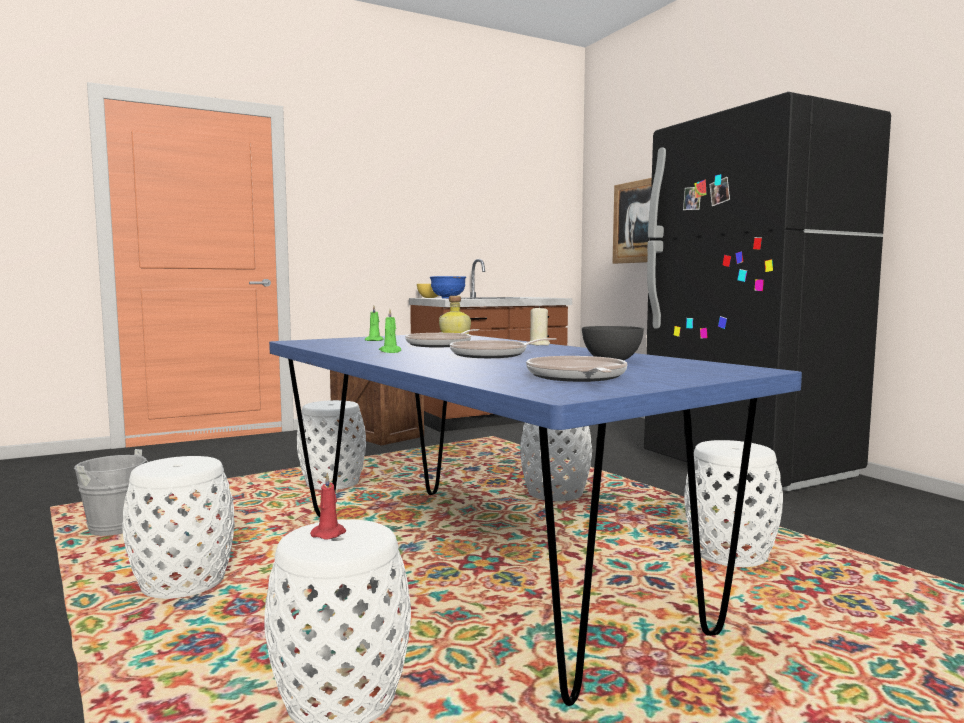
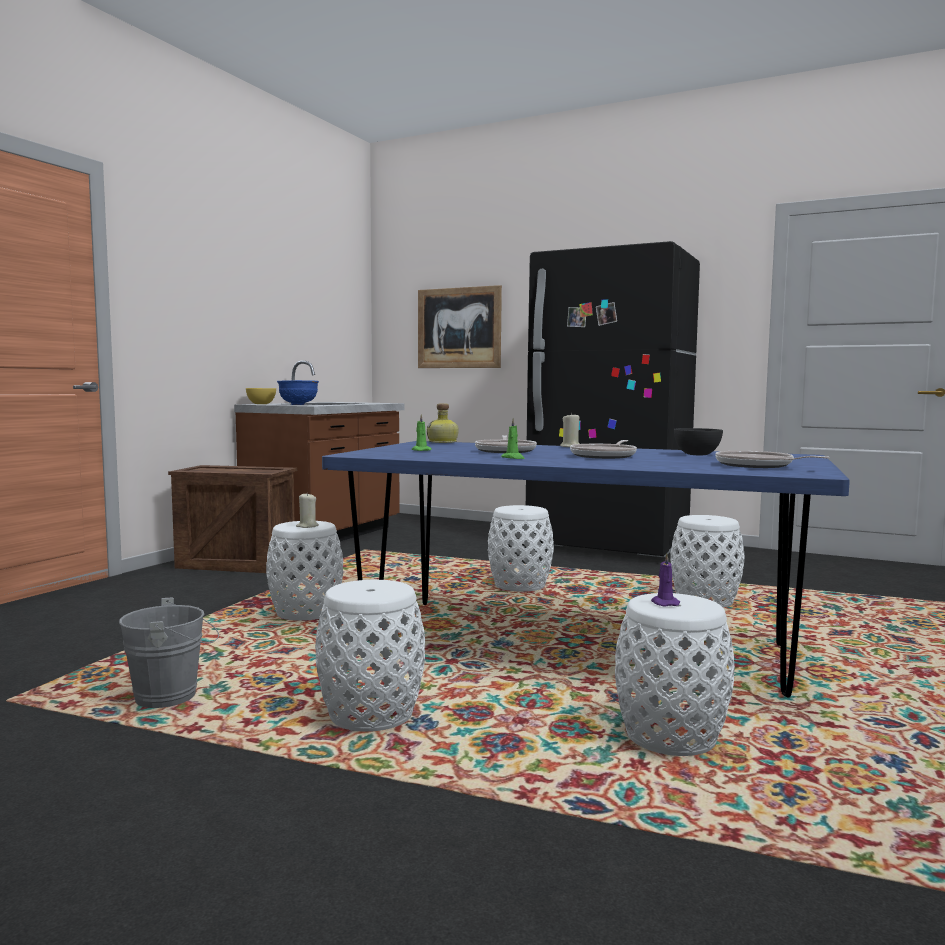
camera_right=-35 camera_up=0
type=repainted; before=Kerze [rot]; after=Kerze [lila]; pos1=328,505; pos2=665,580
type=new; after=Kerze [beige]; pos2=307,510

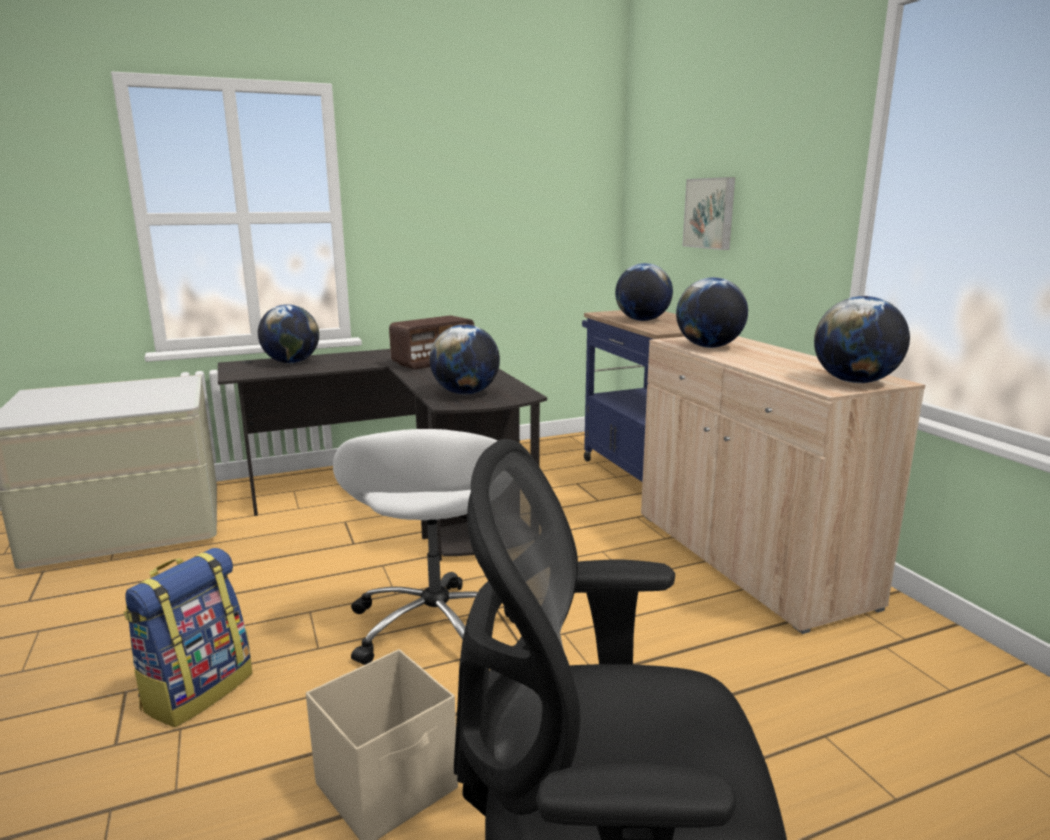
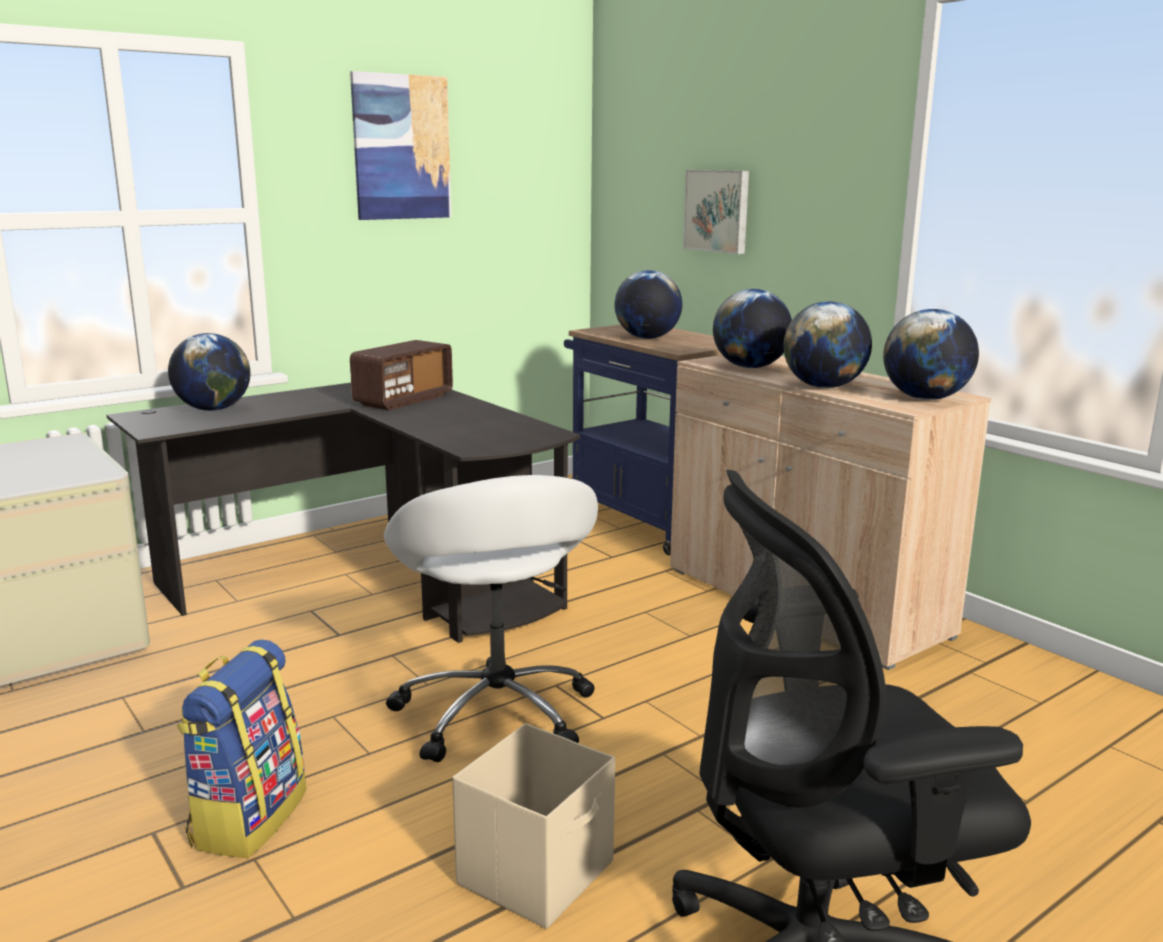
camera_right=-15 camera_up=0
type=shifted; before=Globus; pos1=465,359; pos2=827,344
type=new; after=Bild; pos2=400,145

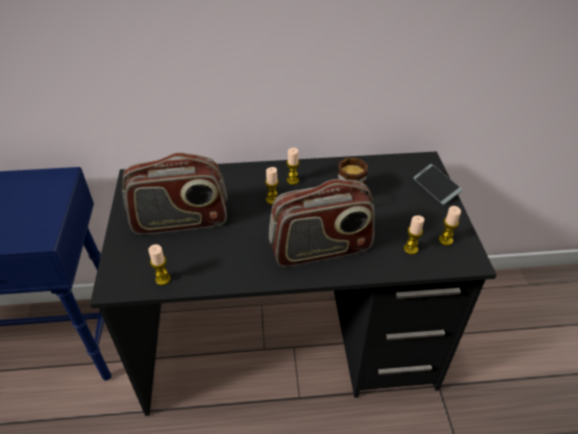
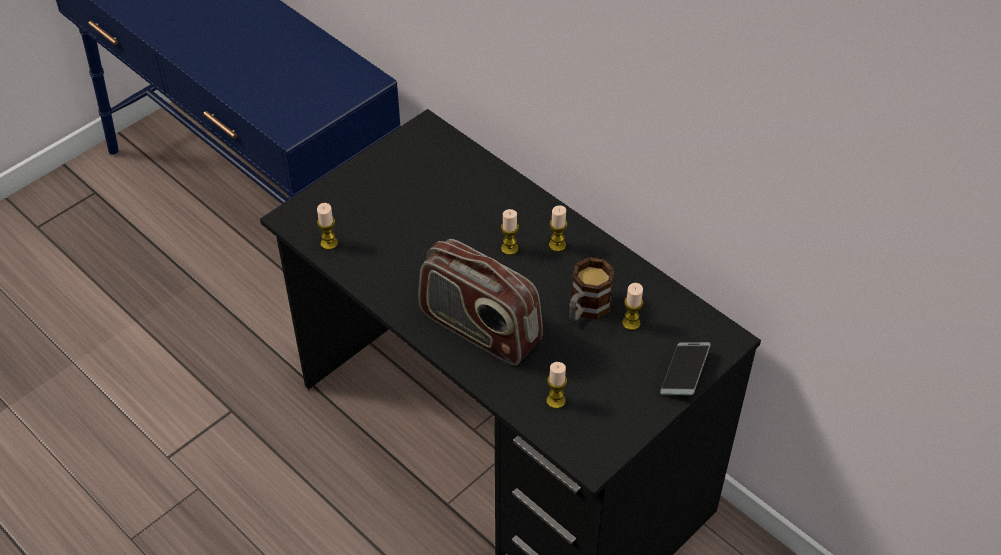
camera_right=50 camera_up=5
type=gone; before=Radio; pos1=175,194
type=shifted; before=Kerze; pos1=450,226; pos2=632,306

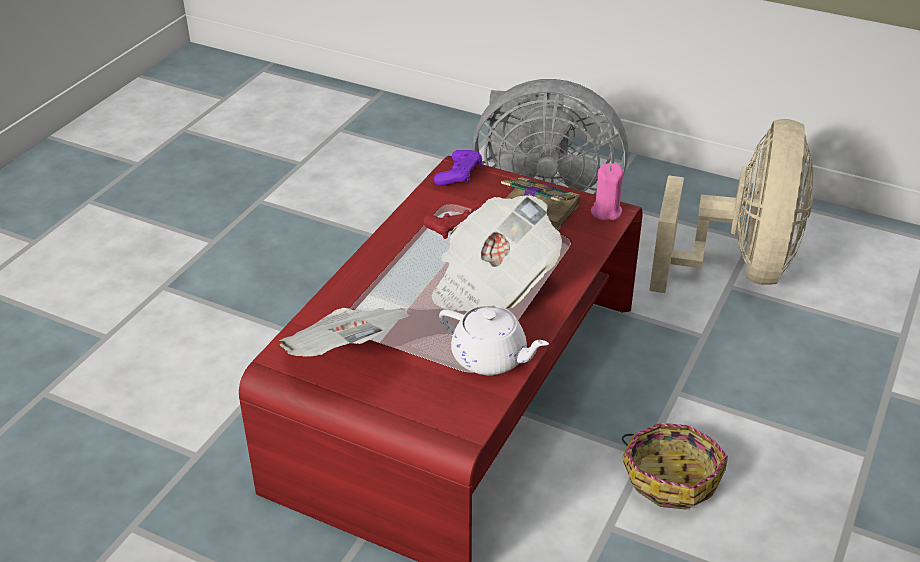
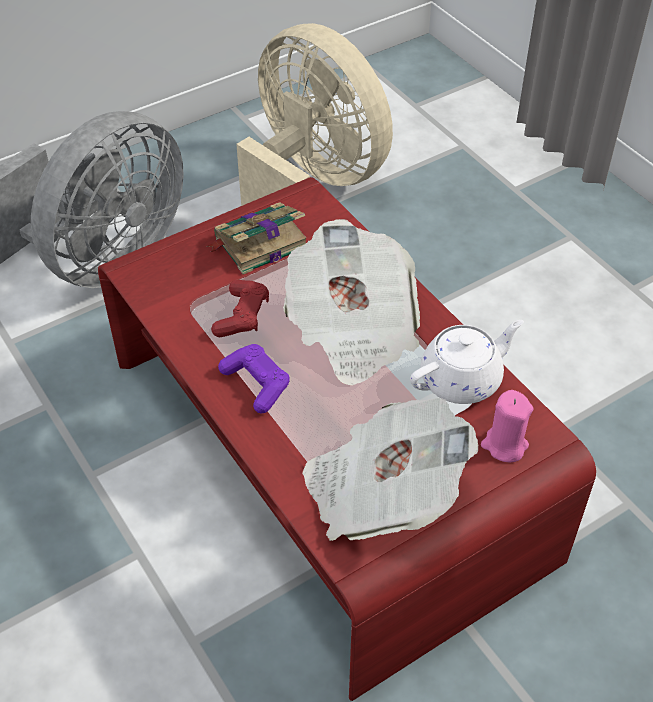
camera_right=-60 camera_up=10
type=shifted; before=Gamepad [lila]; pos1=458,168; pos2=254,378
type=shifted; before=Kerze [rosa]; pos1=607,191; pos2=507,426
type=gone; before=Korb; pos1=675,466

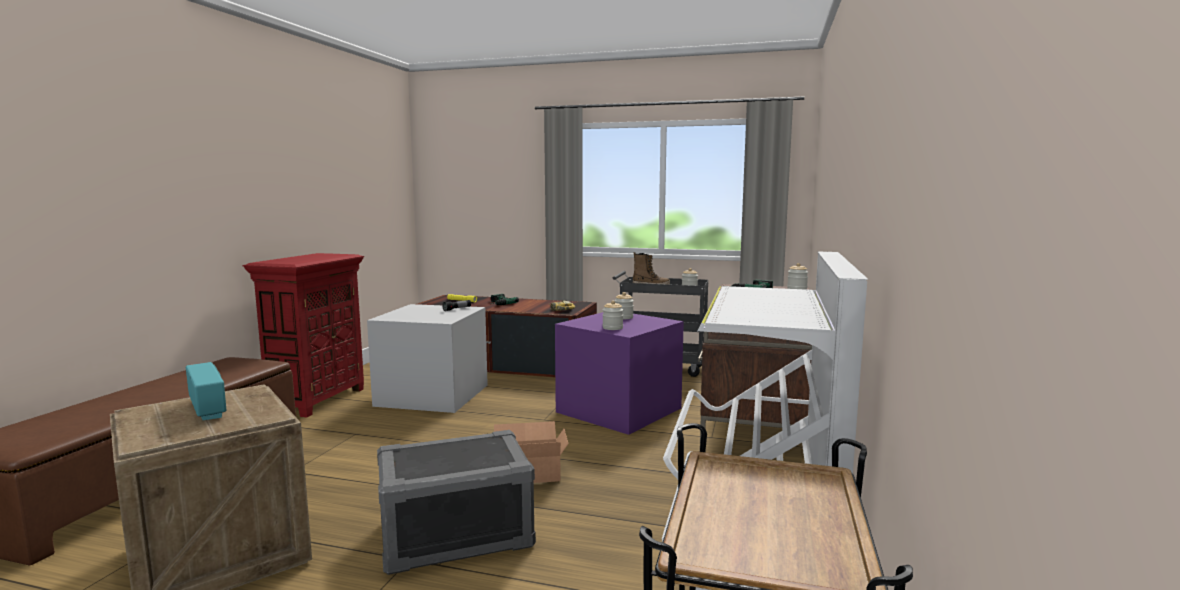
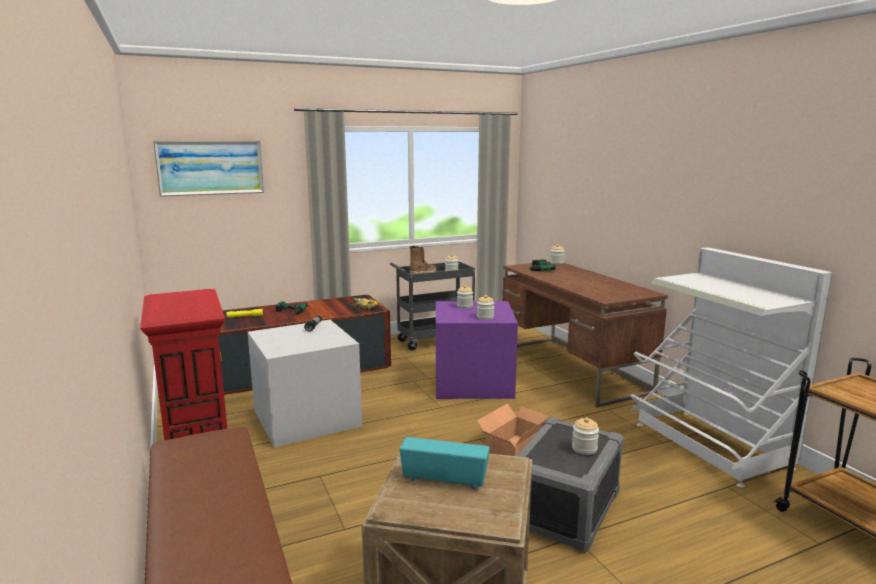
camera_right=-40 camera_up=5
type=new; after=Bild; pos2=208,169
type=new; after=Vorratsglas; pos2=585,436

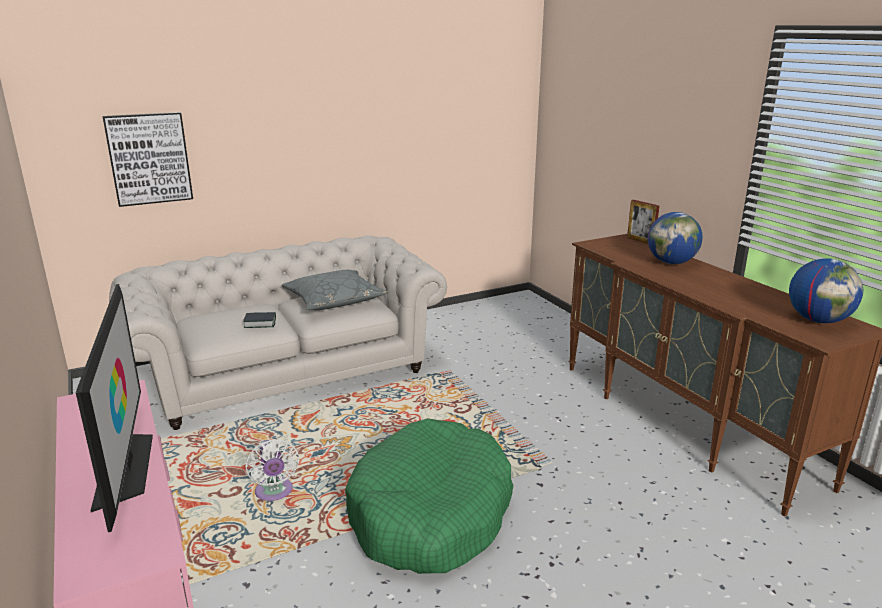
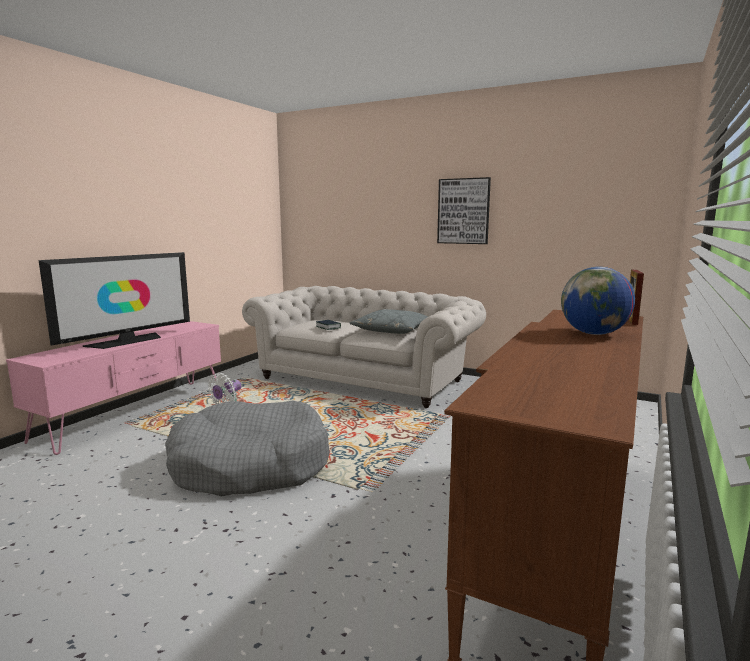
camera_right=55 camera_up=-10
type=shifted; before=Bild; pos1=147,159; pos2=464,210
type=gone; before=Globus; pos1=826,290
type=repainted; before=Hundebett [grün]; after=Hundebett [grau]; pos1=429,496; pos2=247,448

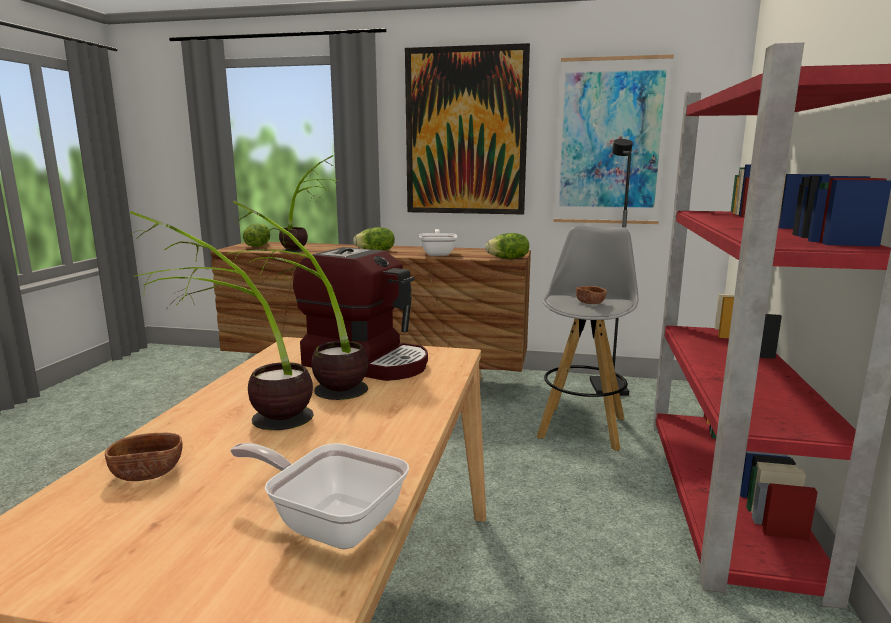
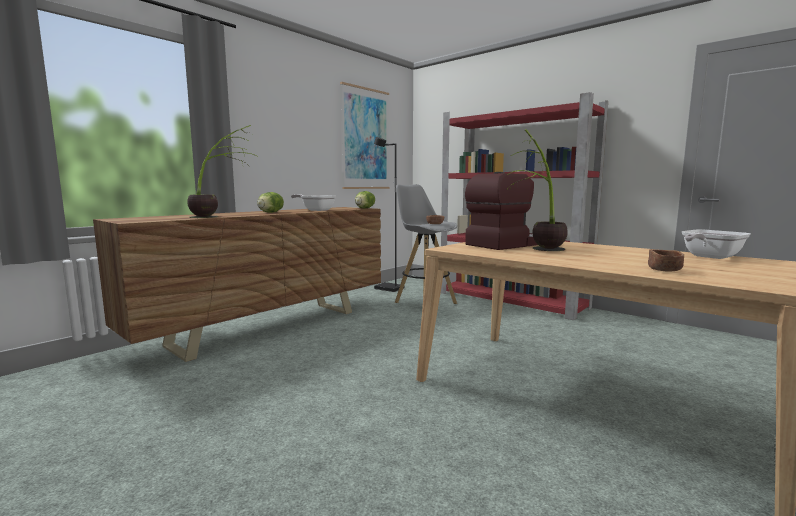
camera_right=-60 camera_up=-5
type=gone; before=Bild; pos1=467,129
type=gone; before=Topfpflanze; pos1=222,320
type=gone; before=Salatkopf; pos1=256,235

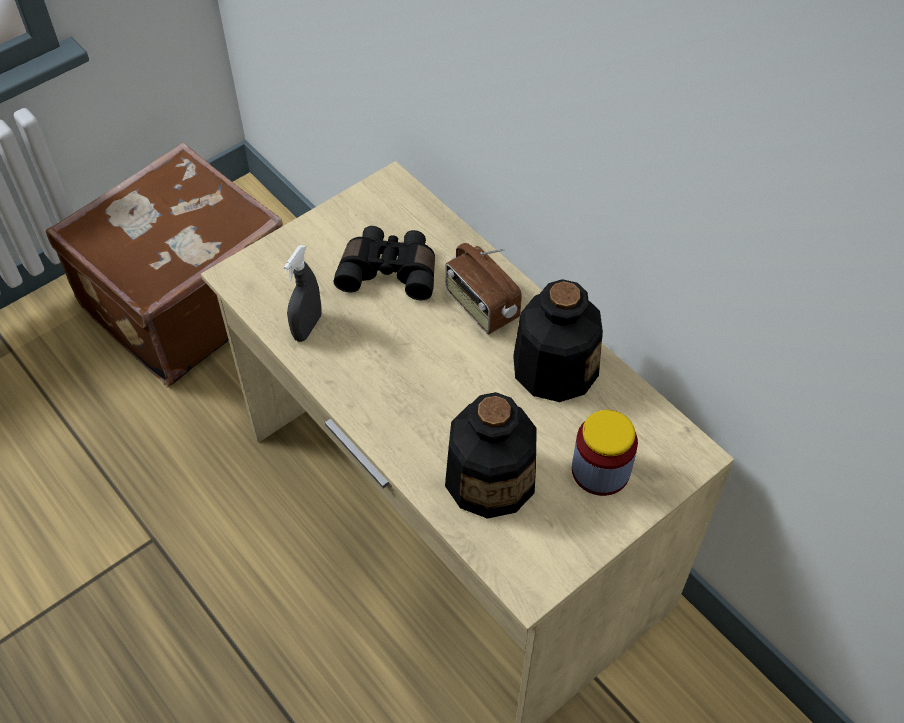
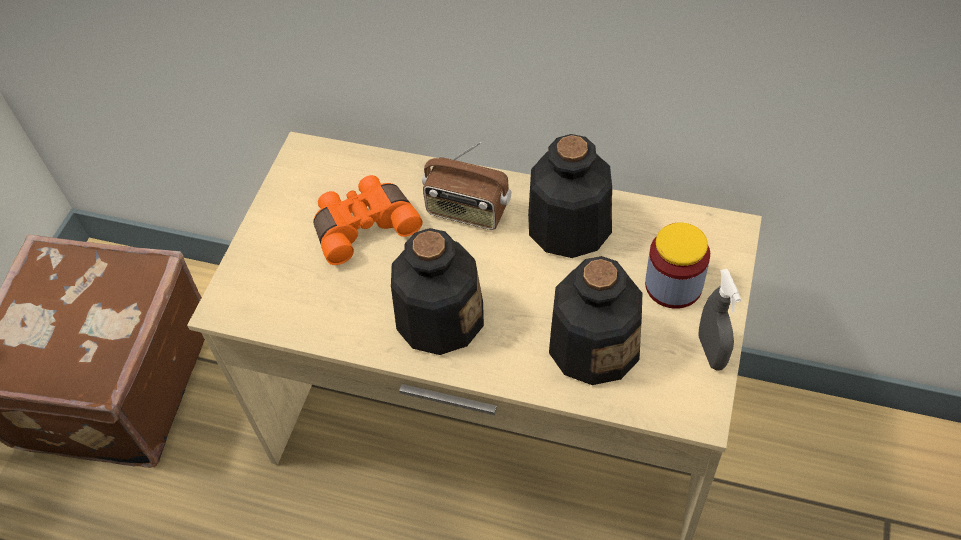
camera_right=-30 camera_up=0
type=repainted; before=Fernglas [schwarz]; after=Fernglas [orange]; pos1=384,263; pos2=368,220
type=shifted; before=Sprühflasche [grau]; pos1=303,293; pos2=719,320
type=new; after=Flasche; pos2=437,291

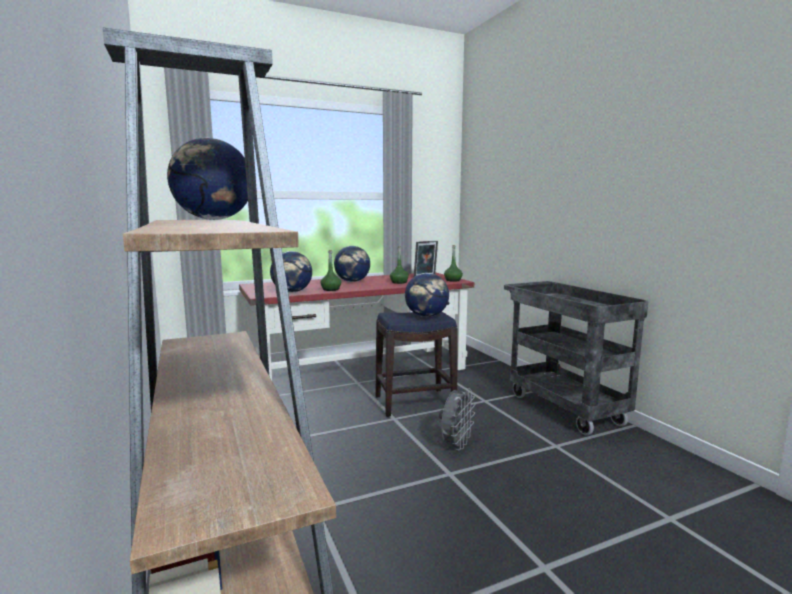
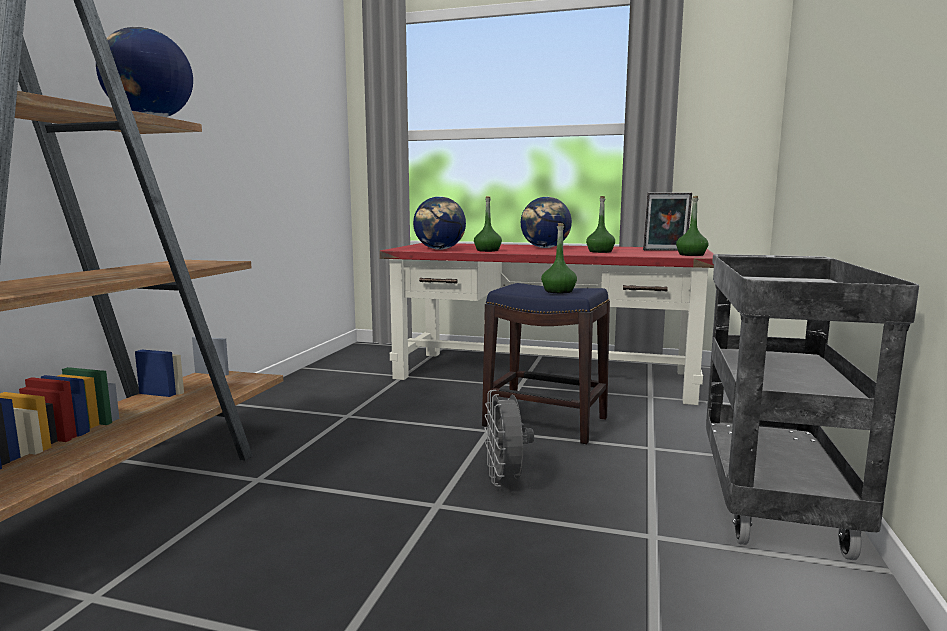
camera_right=40 camera_up=0
type=swapped; before=Globus; after=Flasche [grün]; pos1=427,295; pos2=559,258
type=rotated; before=Ventilator [grau]; pos1=457,419; pos2=509,438; turn=105

